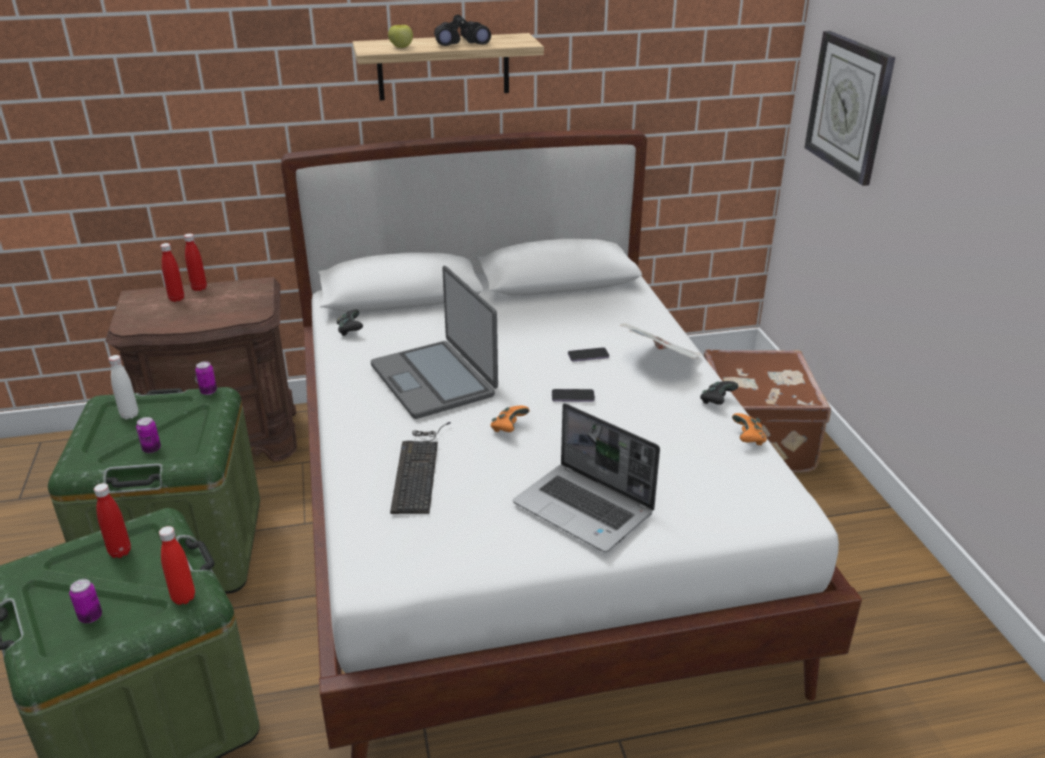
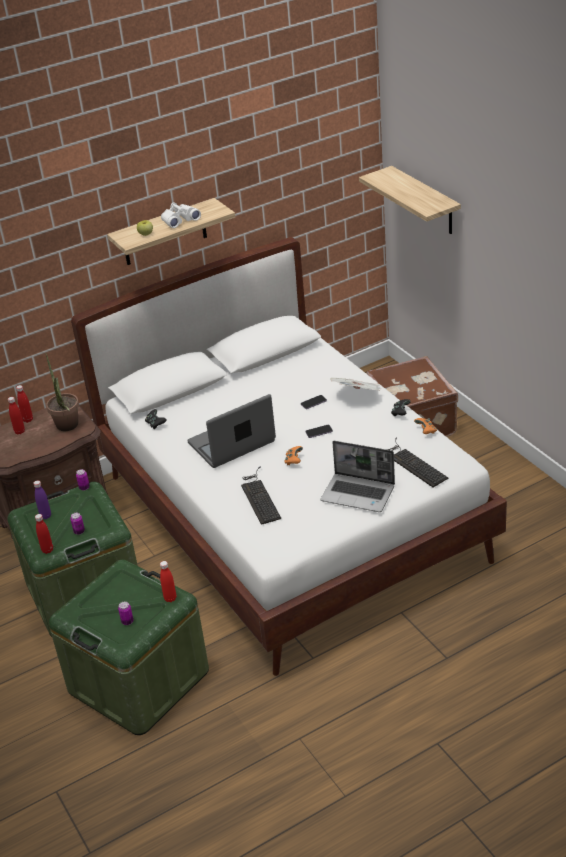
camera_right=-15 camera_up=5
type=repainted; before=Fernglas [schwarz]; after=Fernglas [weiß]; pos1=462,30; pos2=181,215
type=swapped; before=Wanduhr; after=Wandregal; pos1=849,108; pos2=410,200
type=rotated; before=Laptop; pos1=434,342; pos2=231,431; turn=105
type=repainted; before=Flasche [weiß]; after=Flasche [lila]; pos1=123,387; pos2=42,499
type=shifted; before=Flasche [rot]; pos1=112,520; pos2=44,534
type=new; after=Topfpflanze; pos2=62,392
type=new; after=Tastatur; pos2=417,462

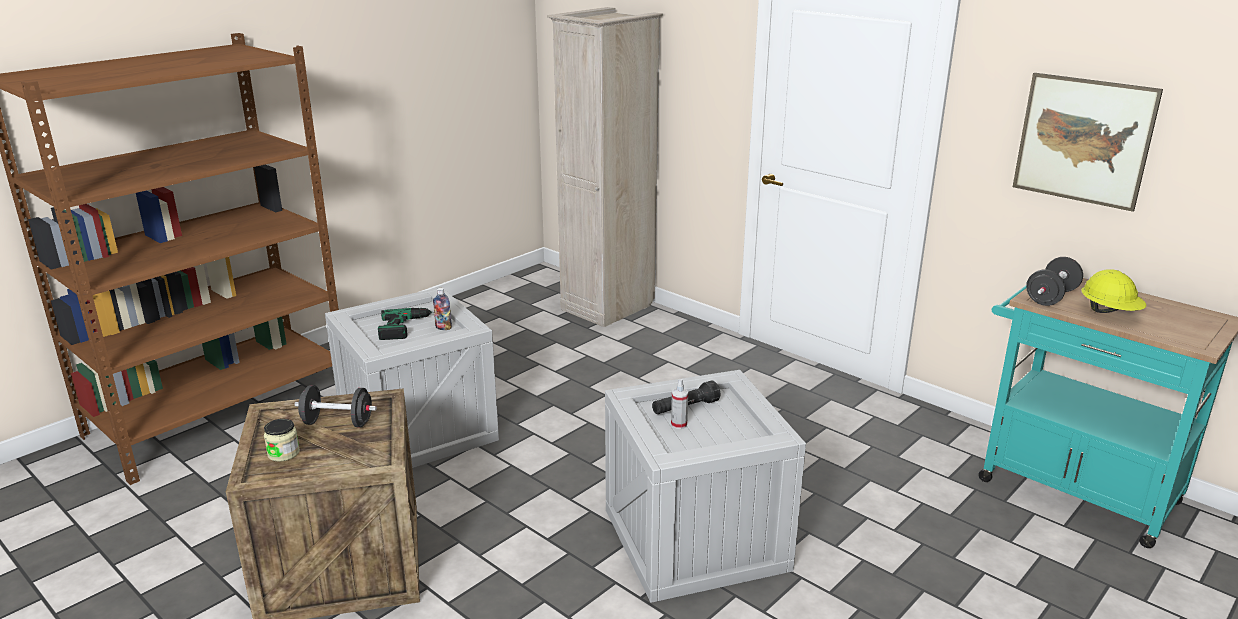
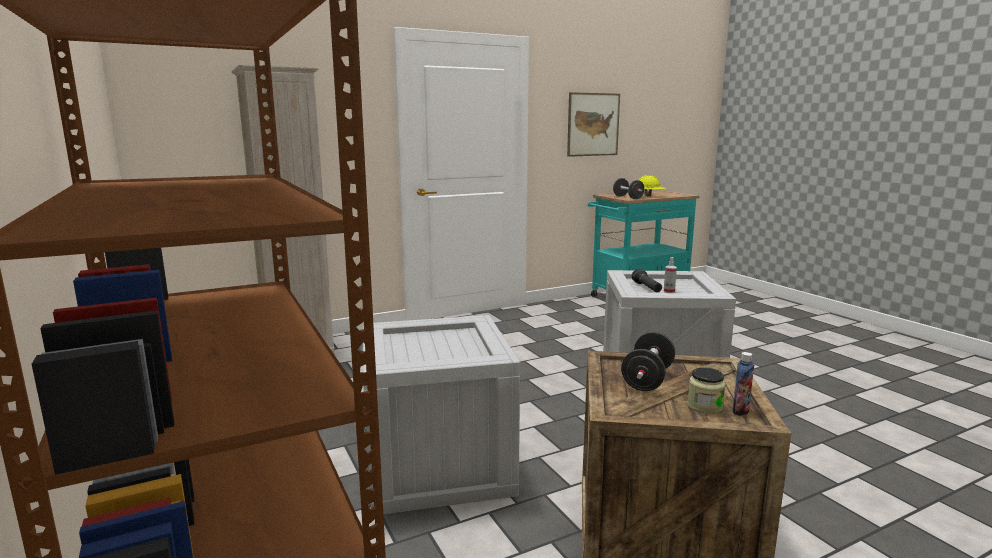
camera_right=-70 camera_up=-10
type=shifted; before=Flasche; pos1=442,309; pos2=743,384
type=gone; before=Bohrmaschine; pos1=406,324

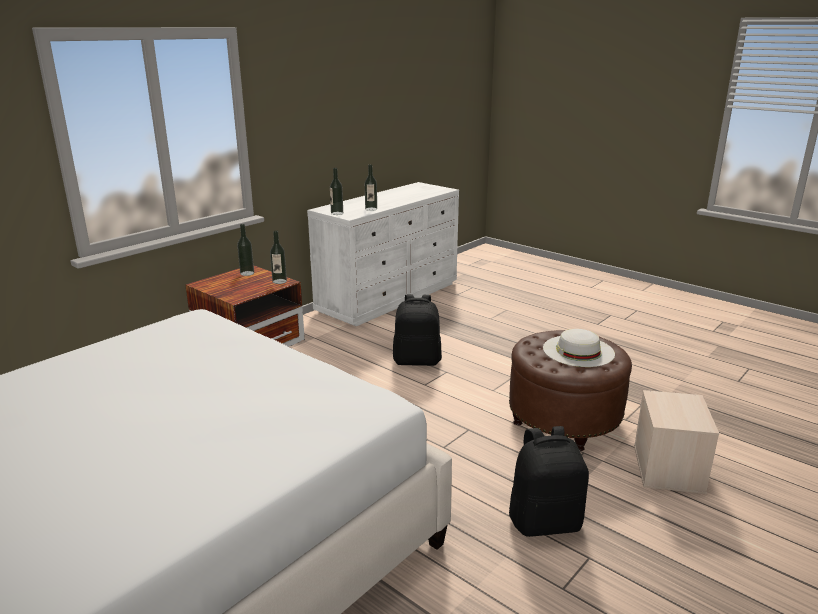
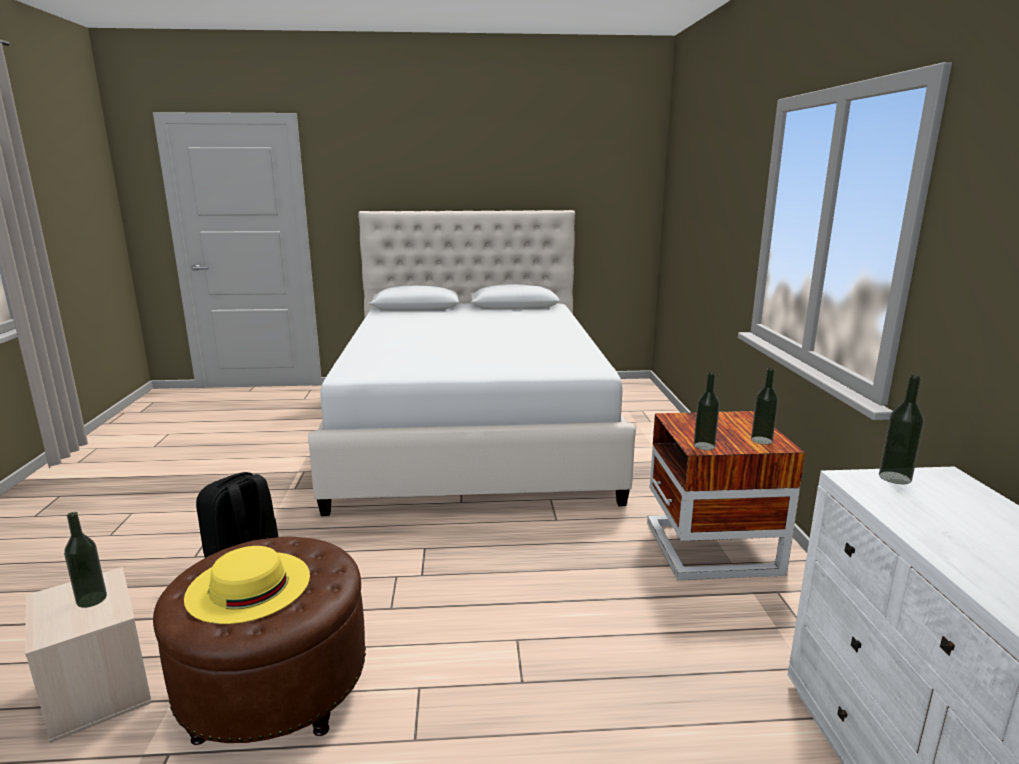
camera_right=135 camera_up=-5
type=shifted; before=Flasche; pos1=371,187; pos2=85,560
type=gone; before=Rucksack [schwarz]; pos1=417,330
type=repainted; before=Hut [weiß]; after=Hut [gelb]; pos1=579,348; pos2=247,585

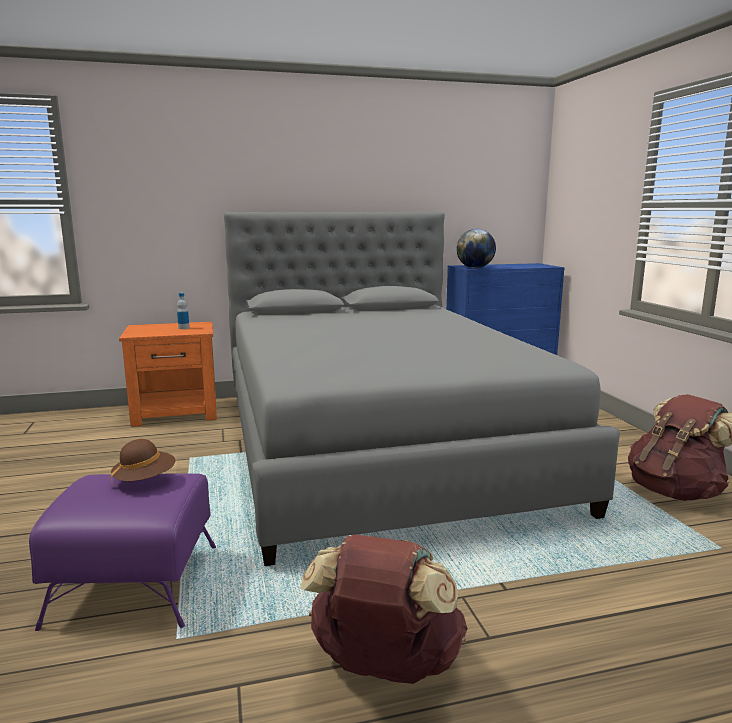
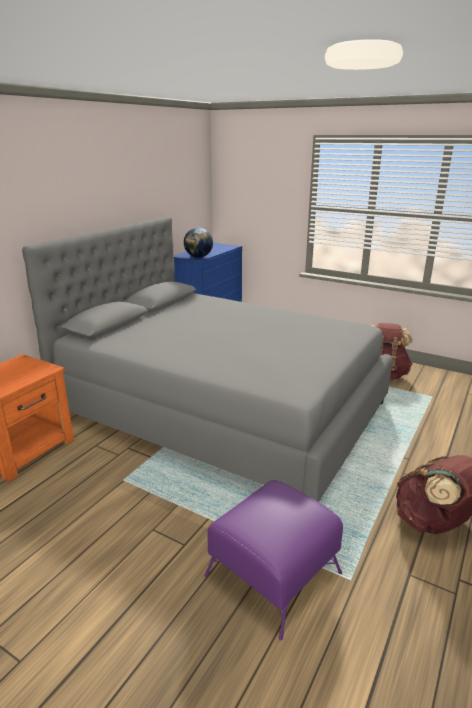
camera_right=-45 camera_up=10
type=gone; before=Flasche; pos1=183,311
type=gone; before=Hut [braun]; pos1=143,460

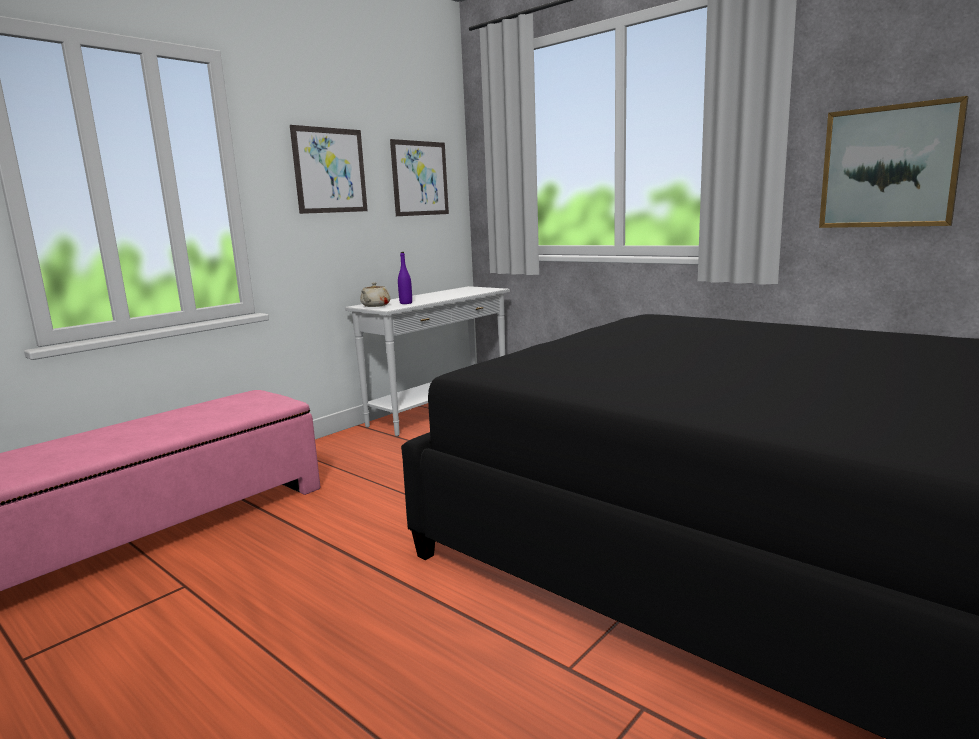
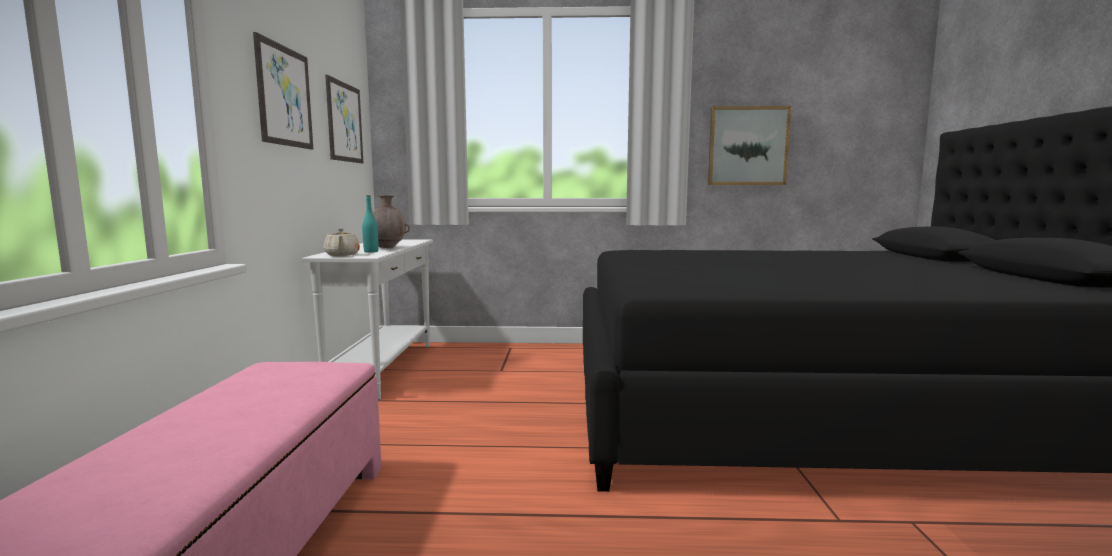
camera_right=-40 camera_up=-5
type=repainted; before=Flasche [lila]; after=Flasche [türkis]; pos1=405,278; pos2=370,224
type=new; after=Vase [braun]; pos2=391,221

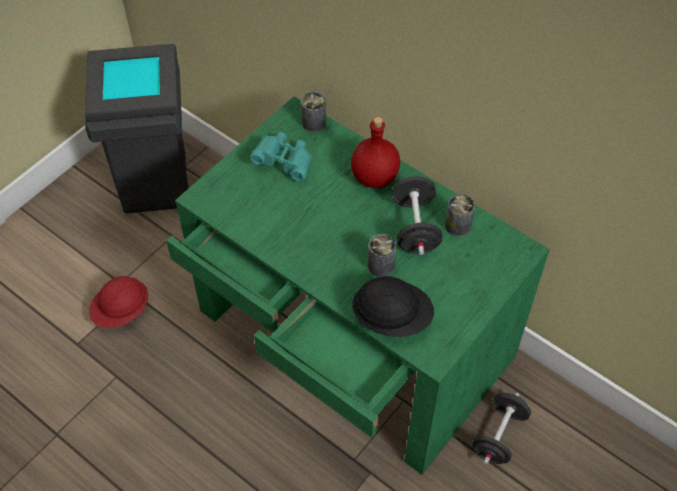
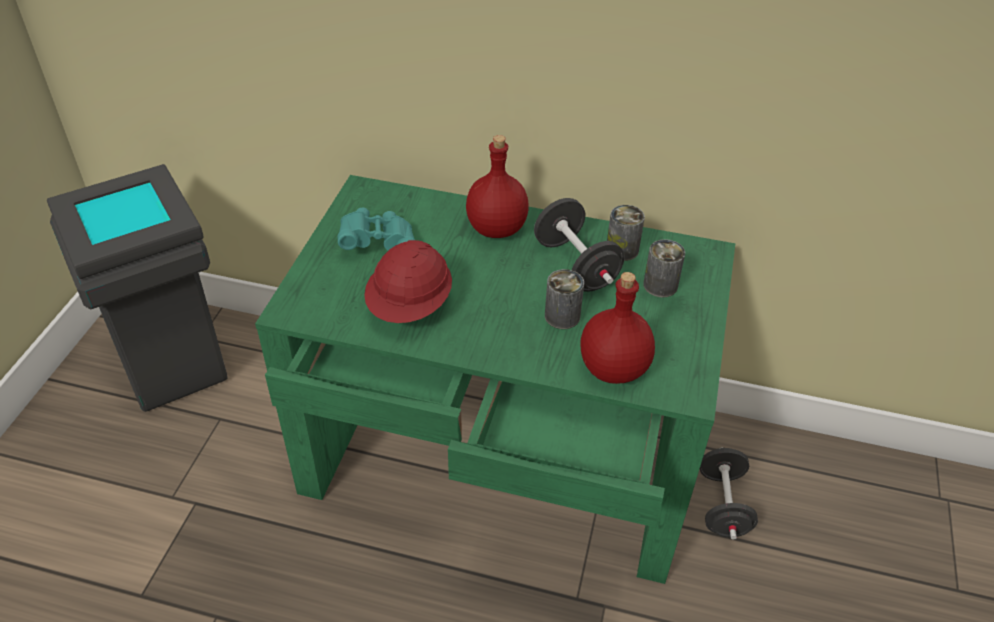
camera_right=-25 camera_up=-10
type=shifted; before=Dose; pos1=313,112; pos2=664,268
type=shifted; before=Schutzhelm [rot]; pos1=118,302; pos2=408,281
type=swapped; before=Schutzhelm [schwarz]; after=Flasche [rot]; pos1=393,306; pos2=618,328

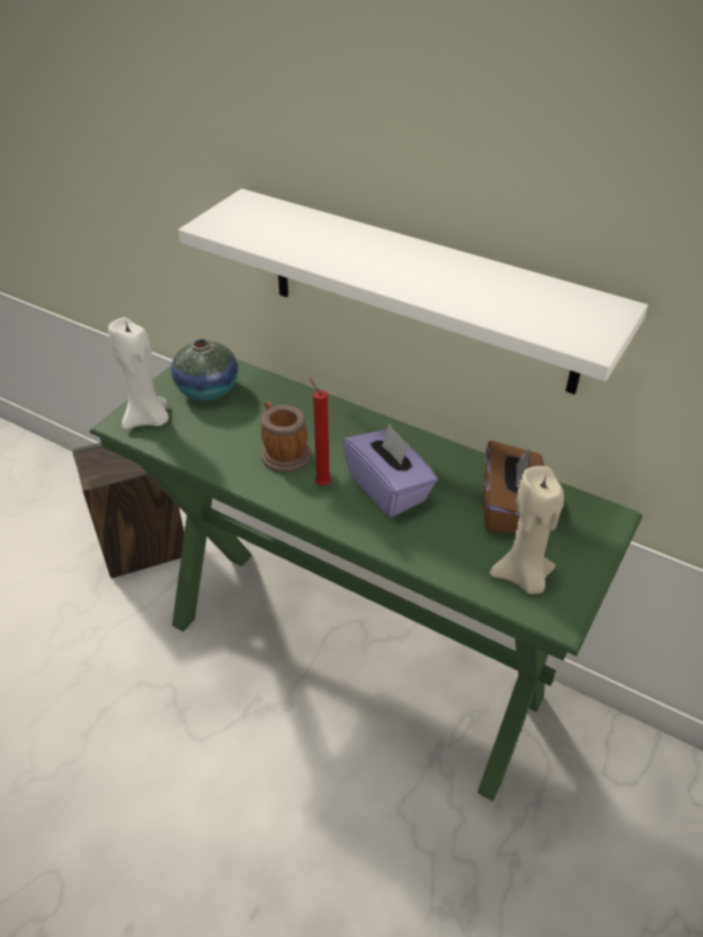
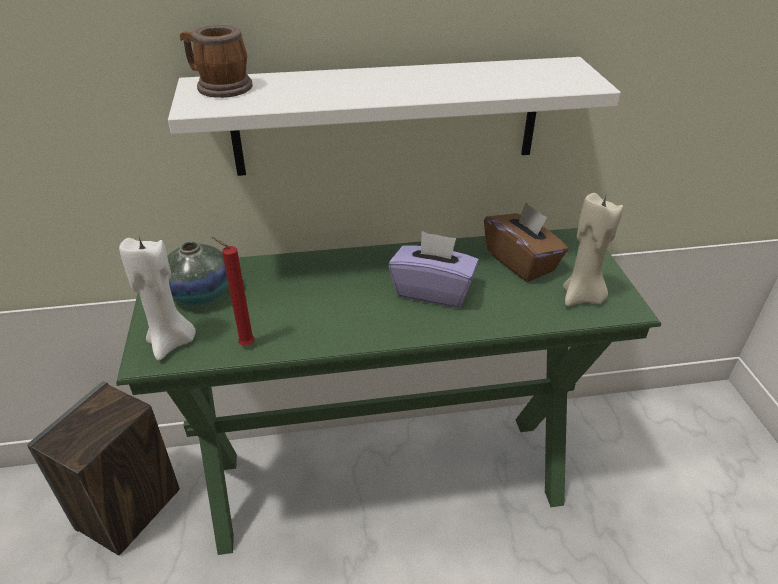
camera_right=-40 camera_up=-5
type=shifted; before=Kerze [rot]; pos1=320,431; pos2=233,291
type=shifted; before=Henkelbecher; pos1=286,436; pos2=216,61

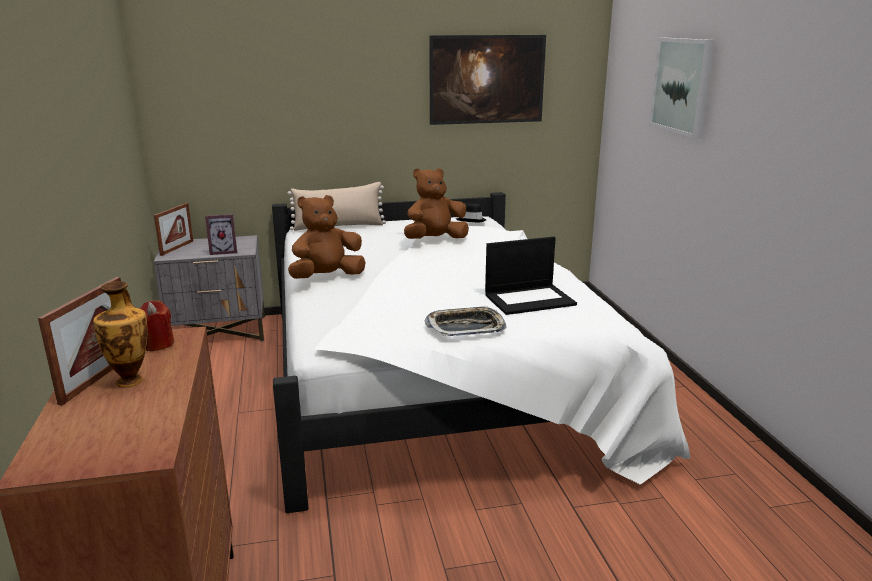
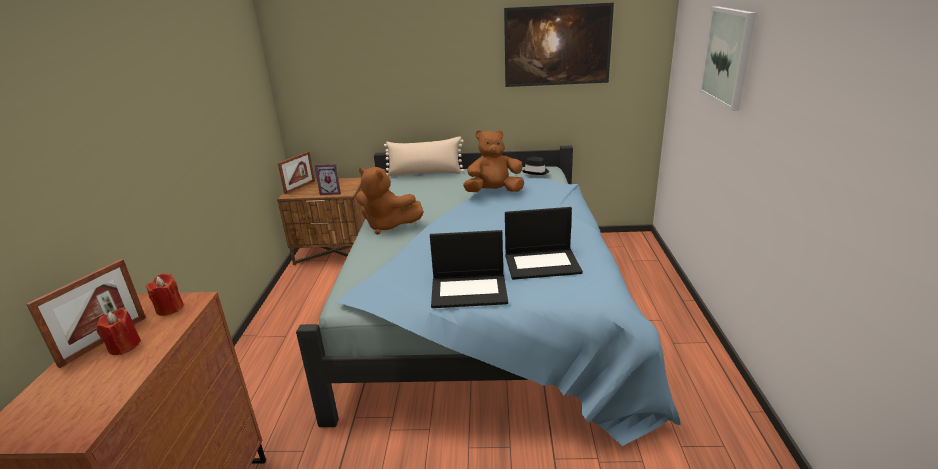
camera_right=15 camera_up=5
type=repainted; before=Bett [weiß]; after=Bett [blau]; pos1=481,352; pos2=488,296
type=rotated; before=Plüschtier [braun]; pos1=327,237; pos2=390,201; turn=-135
type=repainted; before=Nachttisch [grau]; after=Nachttisch [braun]; pos1=209,288; pos2=321,221
type=swapped; before=Vase; after=Kerze [rot]; pos1=120,334; pos2=119,331
type=swapped; before=Tablett; after=Laptop; pos1=466,321; pos2=469,269

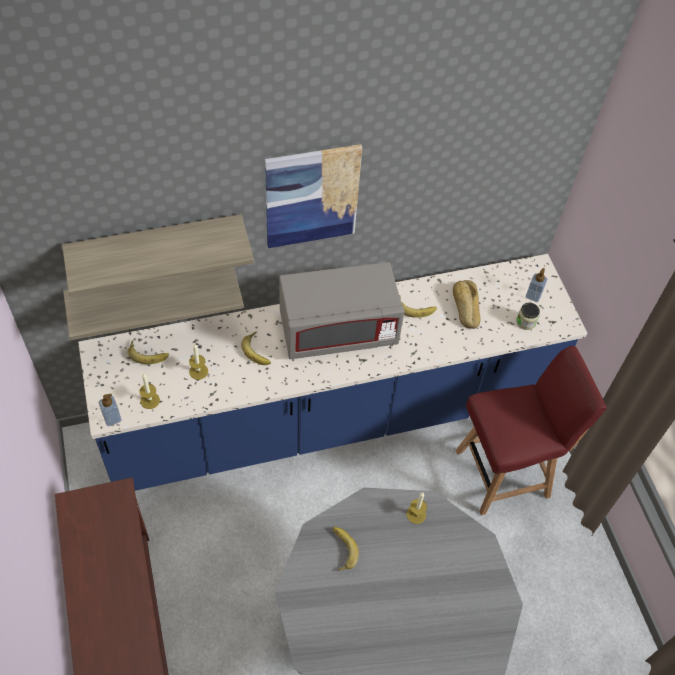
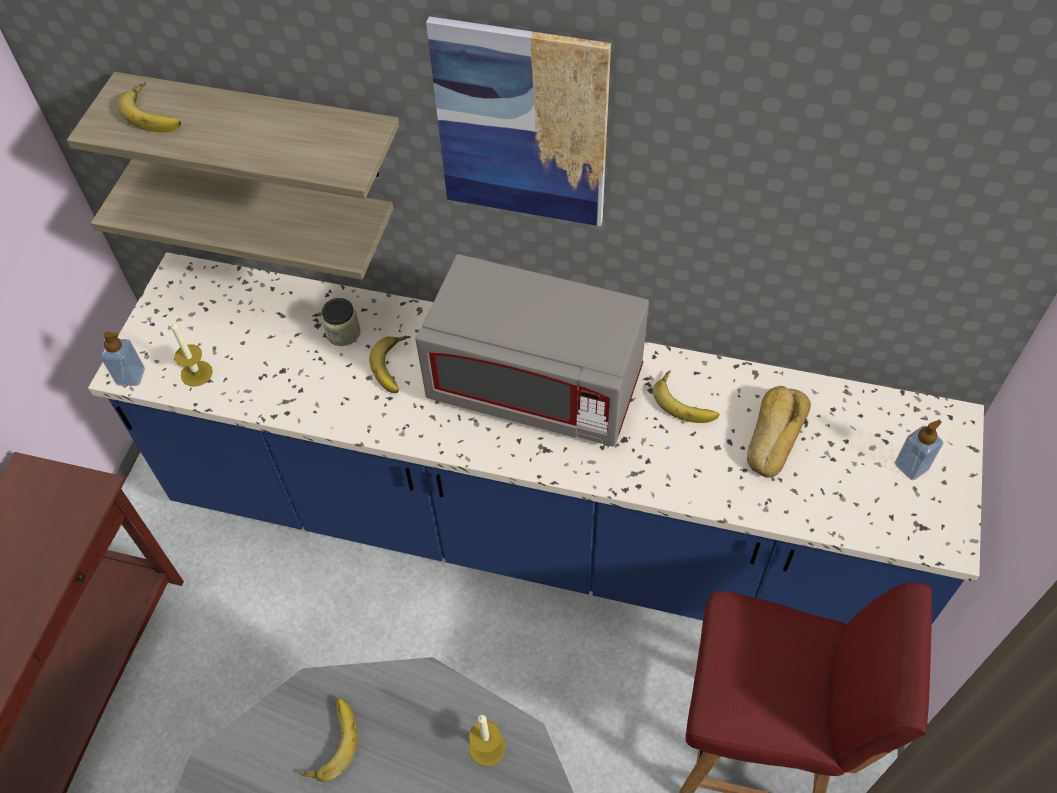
camera_right=35 camera_up=0
type=shifted; before=Vorratsglas; pos1=528,316; pos2=340,322
type=shifted; before=Banane; pos1=148,352; pos2=149,107
type=gone; before=Kerze; pos1=198,361

